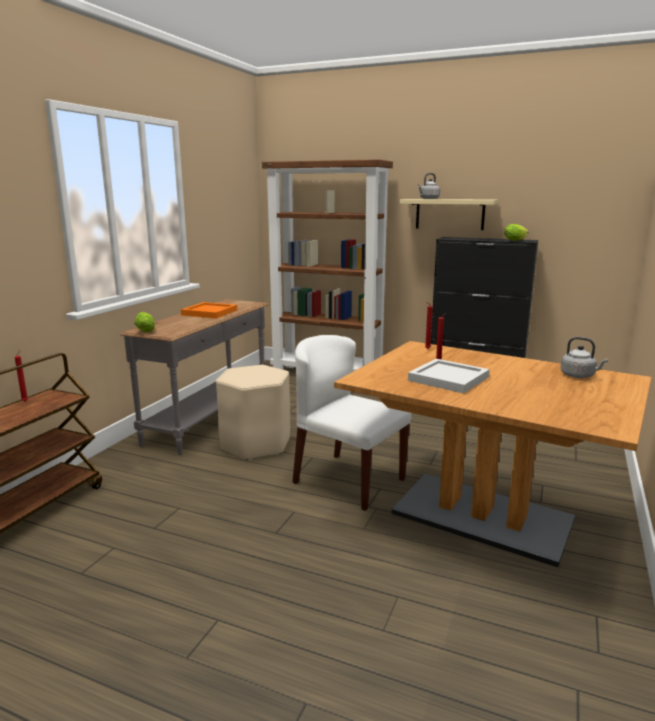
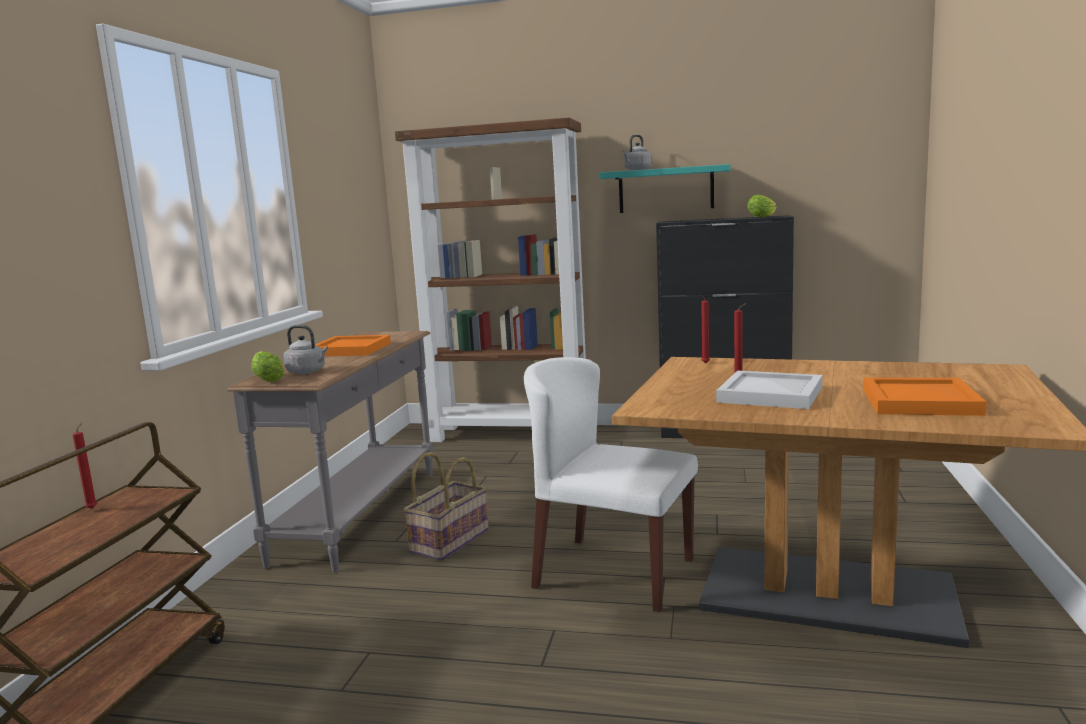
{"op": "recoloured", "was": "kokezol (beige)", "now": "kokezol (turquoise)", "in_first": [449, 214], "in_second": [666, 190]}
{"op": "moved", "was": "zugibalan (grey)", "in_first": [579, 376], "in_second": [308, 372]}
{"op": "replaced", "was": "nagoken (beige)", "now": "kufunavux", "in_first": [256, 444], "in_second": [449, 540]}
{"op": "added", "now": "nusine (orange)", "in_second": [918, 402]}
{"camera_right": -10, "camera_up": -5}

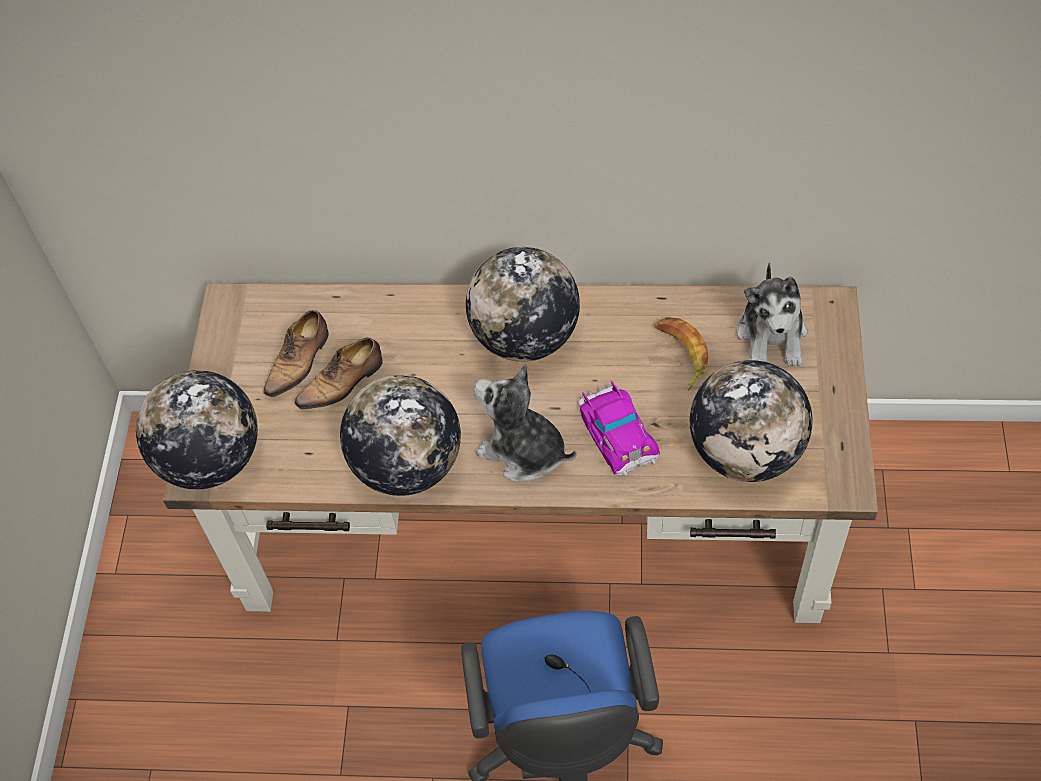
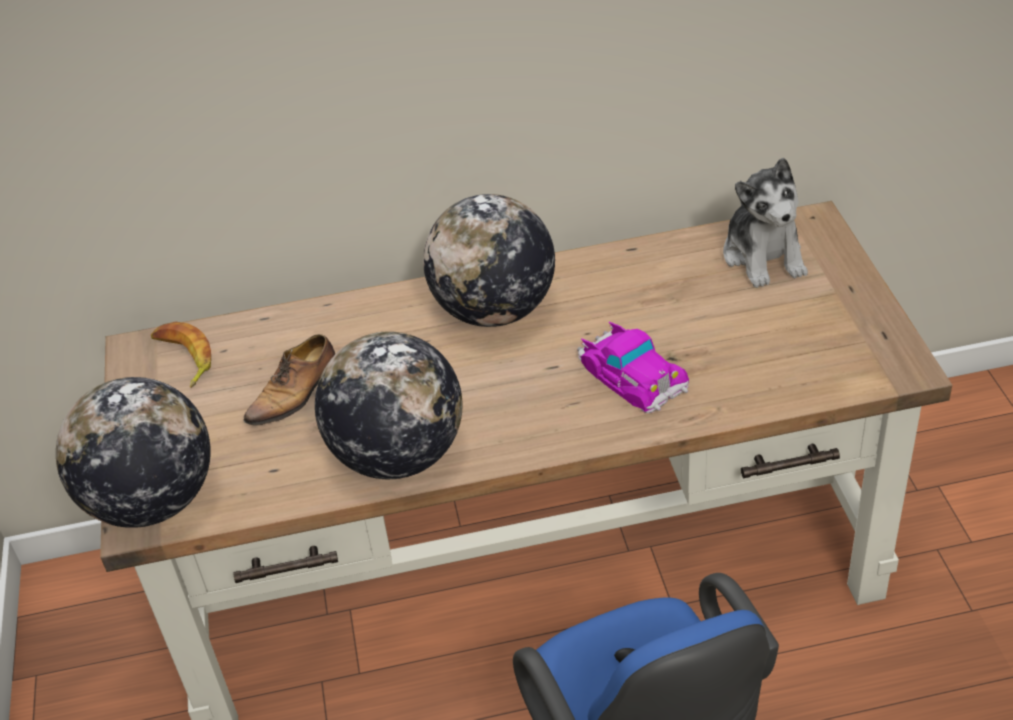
{"op": "removed", "was": "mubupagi", "in_first": [299, 361]}
{"op": "moved", "was": "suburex", "in_first": [680, 354], "in_second": [183, 358]}
{"op": "removed", "was": "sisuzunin", "in_first": [746, 451]}
{"op": "removed", "was": "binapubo", "in_first": [523, 451]}
{"camera_right": -15, "camera_up": -15}

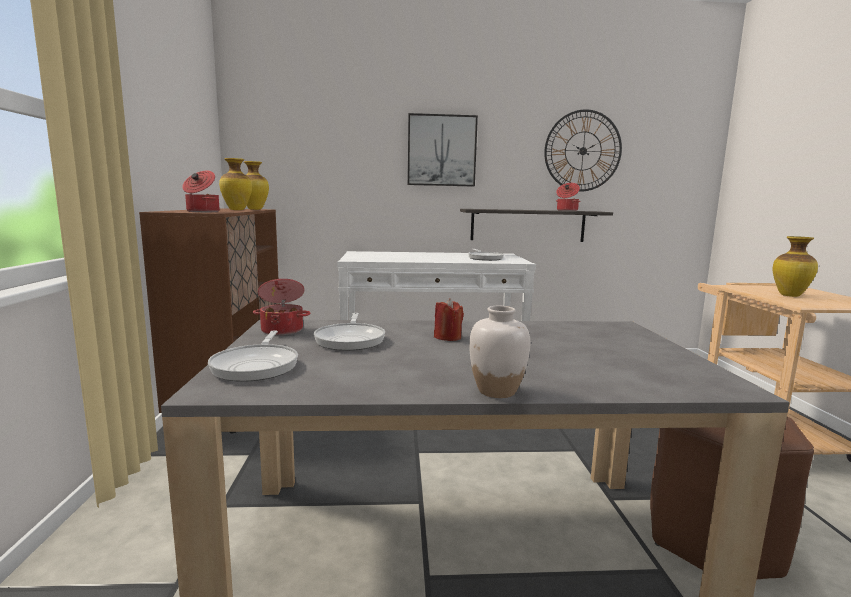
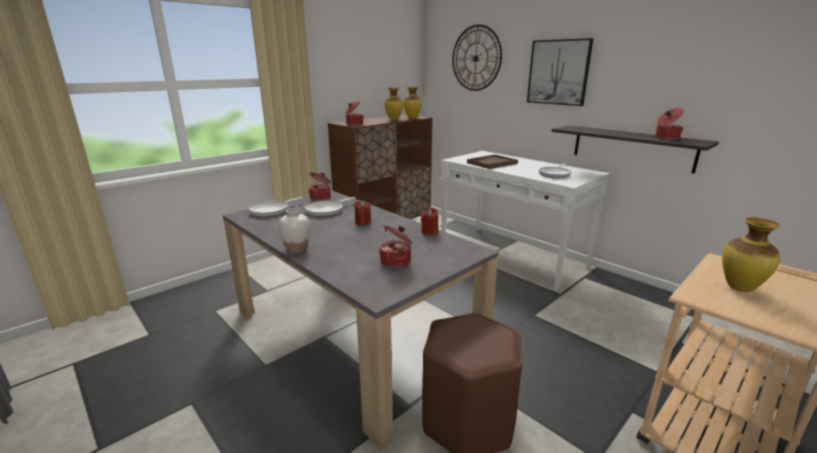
{"op": "moved", "was": "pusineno", "in_first": [583, 151], "in_second": [476, 58]}
{"op": "added", "now": "nusine (brown)", "in_second": [492, 163]}
{"op": "added", "now": "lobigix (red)", "in_second": [429, 232]}
{"op": "added", "now": "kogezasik", "in_second": [396, 262]}
{"camera_right": 50, "camera_up": 10}

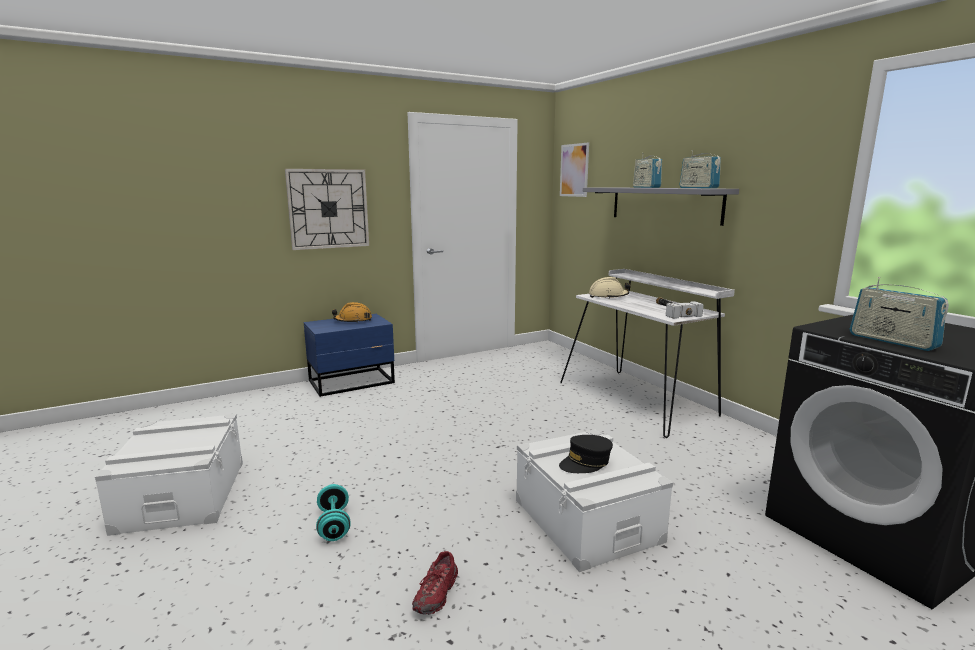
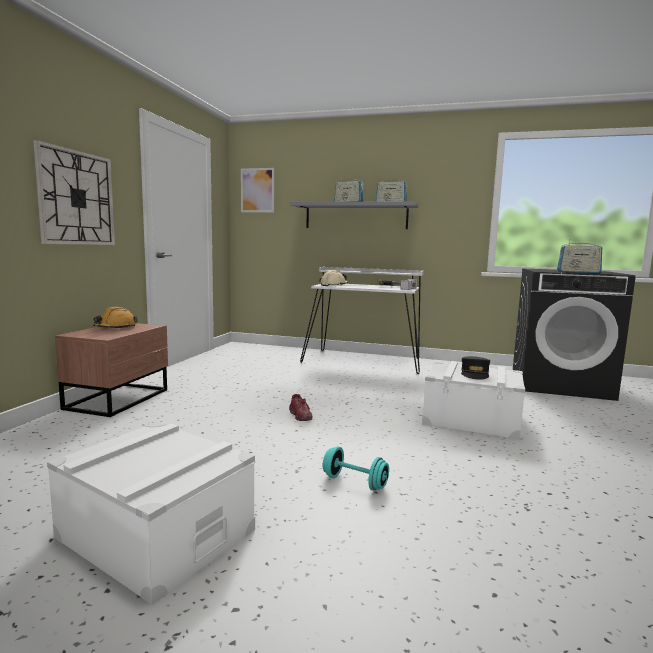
{"op": "recoloured", "was": "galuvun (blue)", "now": "galuvun (brown)", "in_first": [353, 382], "in_second": [120, 399]}
{"op": "moved", "was": "mubupagi (red)", "in_first": [436, 594], "in_second": [300, 417]}
{"camera_right": -45, "camera_up": -5}

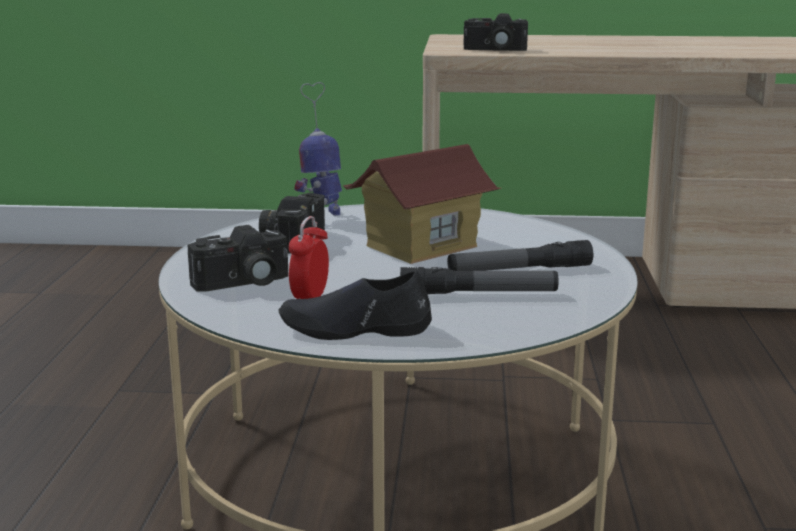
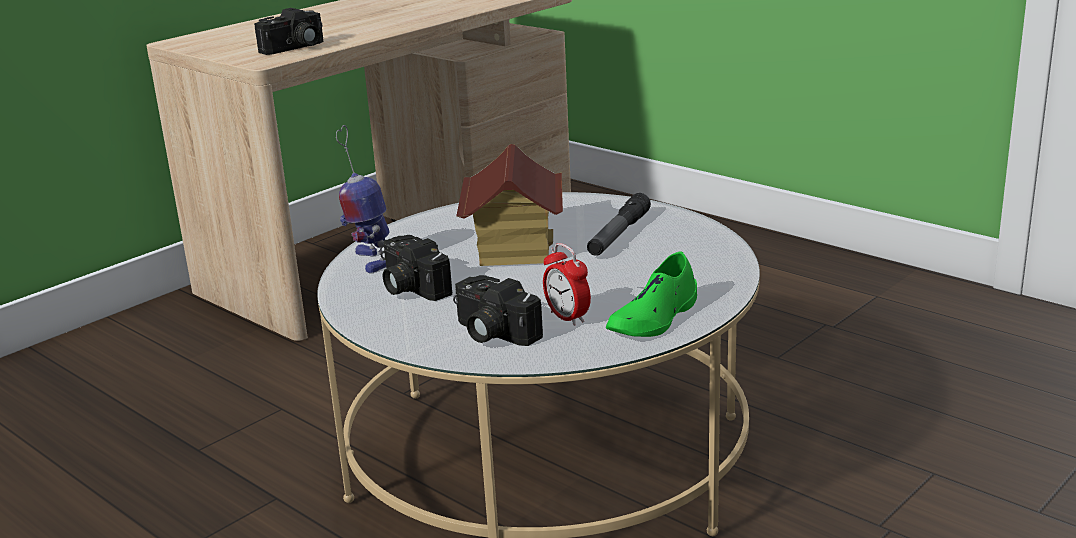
{"op": "turned", "was": "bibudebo", "in_first": [243, 284], "in_second": [491, 333], "clockwise": 120}
{"op": "removed", "was": "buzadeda", "in_first": [478, 294]}
{"op": "recoloured", "was": "mubupagi (black)", "now": "mubupagi (green)", "in_first": [355, 329], "in_second": [654, 318]}
{"camera_right": -50, "camera_up": 5}

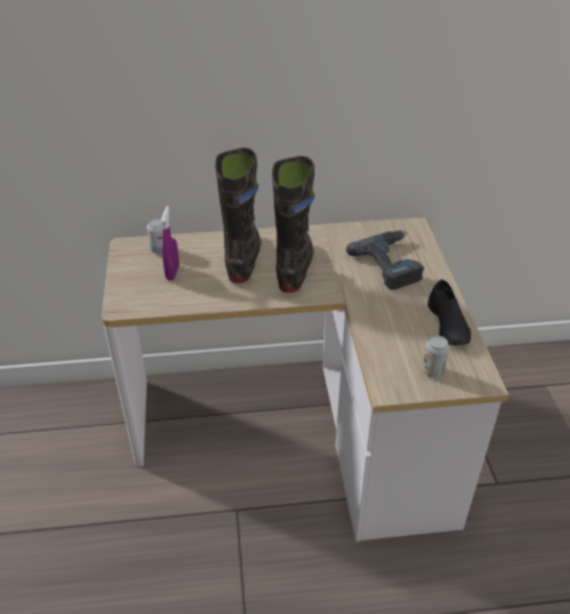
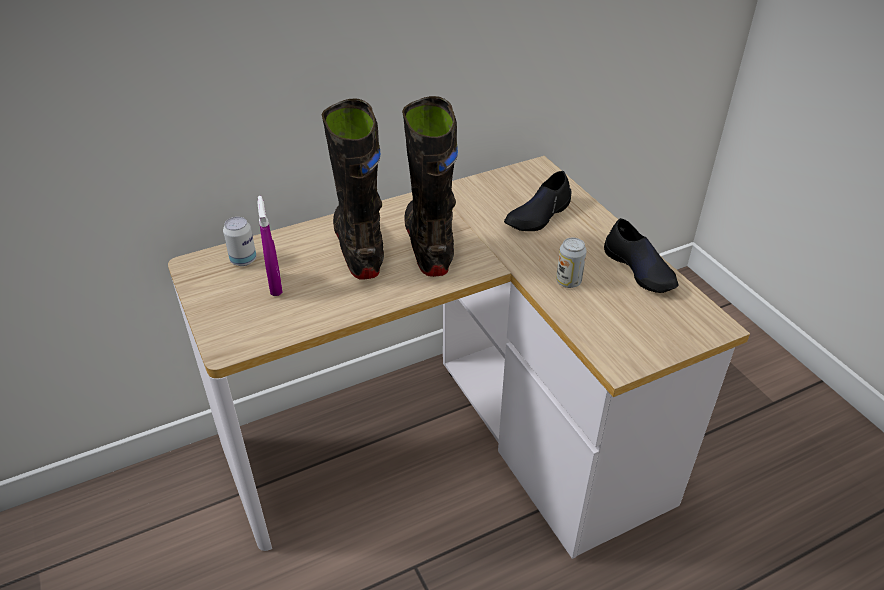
{"op": "replaced", "was": "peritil", "now": "mubupagi (black)", "in_first": [391, 263], "in_second": [538, 215]}
{"op": "moved", "was": "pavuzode", "in_first": [432, 371], "in_second": [568, 281]}
{"camera_right": -20, "camera_up": 0}

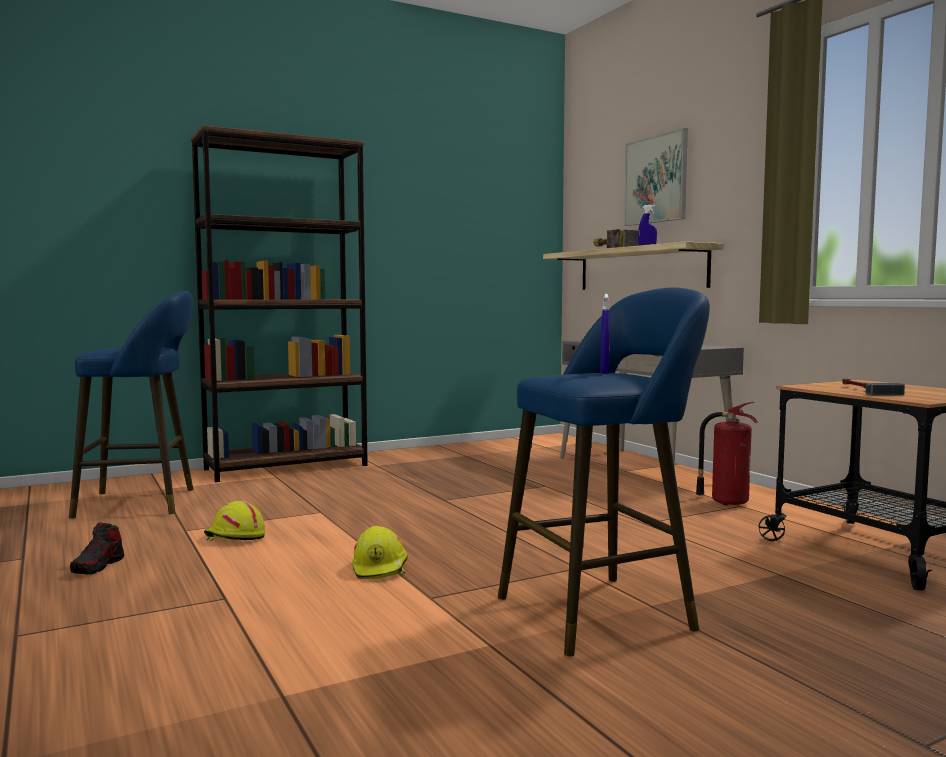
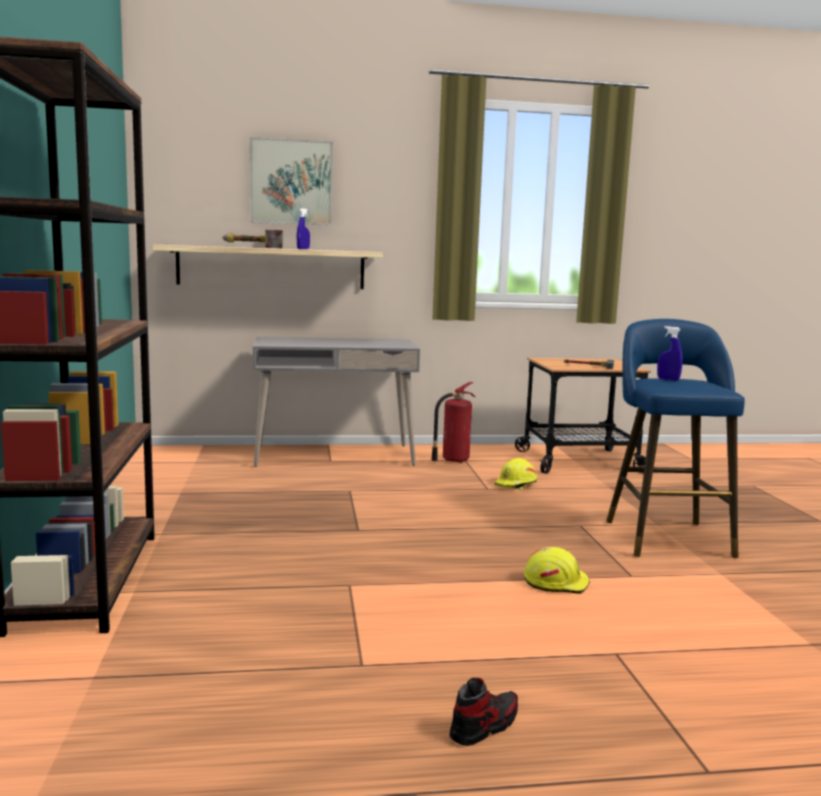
{"op": "removed", "was": "nagoken (blue)", "in_first": [144, 503]}
{"op": "moved", "was": "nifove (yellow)", "in_first": [234, 537], "in_second": [516, 484]}
{"op": "turned", "was": "mubupagi", "in_first": [98, 566], "in_second": [484, 726], "clockwise": -75}
{"camera_right": -70, "camera_up": 5}

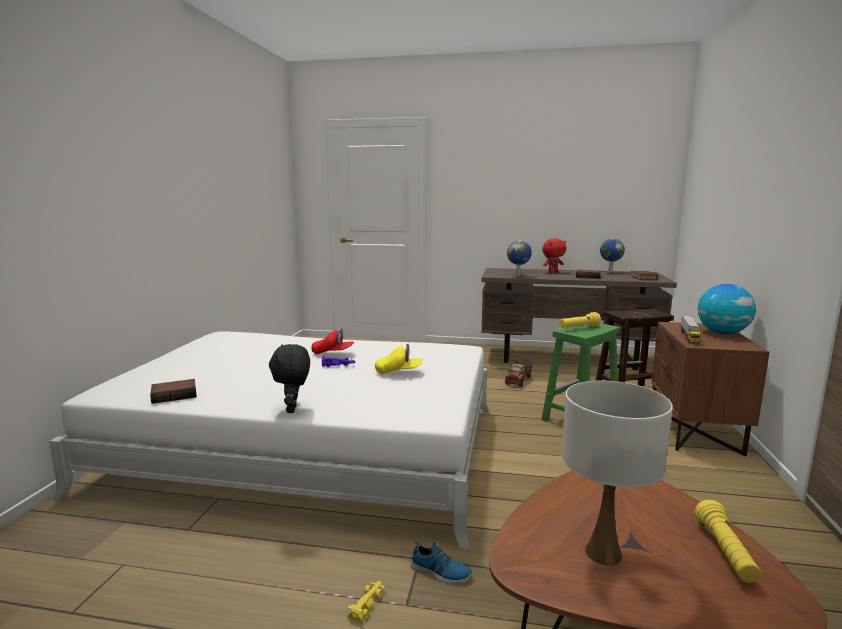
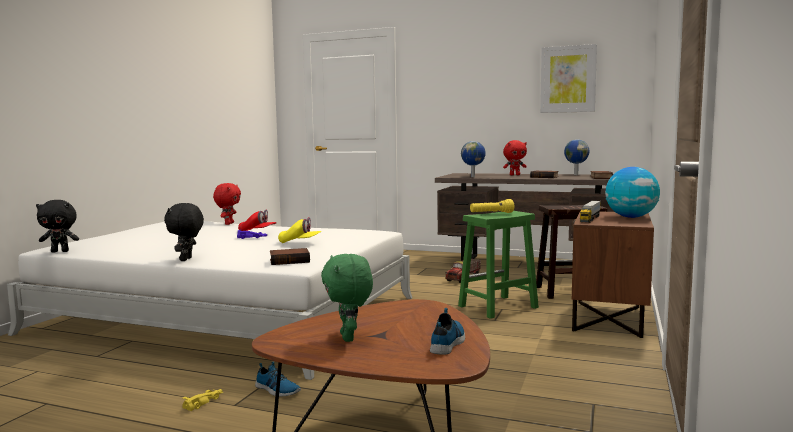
{"op": "moved", "was": "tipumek", "in_first": [175, 395], "in_second": [290, 260]}
{"op": "replaced", "was": "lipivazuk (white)", "now": "binapubo (green)", "in_first": [604, 553], "in_second": [349, 338]}
{"op": "replaced", "was": "buzadeda (yellow)", "now": "mubupagi", "in_first": [725, 553], "in_second": [448, 342]}
{"op": "added", "now": "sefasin", "in_second": [568, 79]}
{"op": "added", "now": "binapubo (red)", "in_second": [228, 224]}
{"op": "added", "now": "binapubo (black)", "in_second": [60, 251]}
{"camera_right": 10, "camera_up": -5}

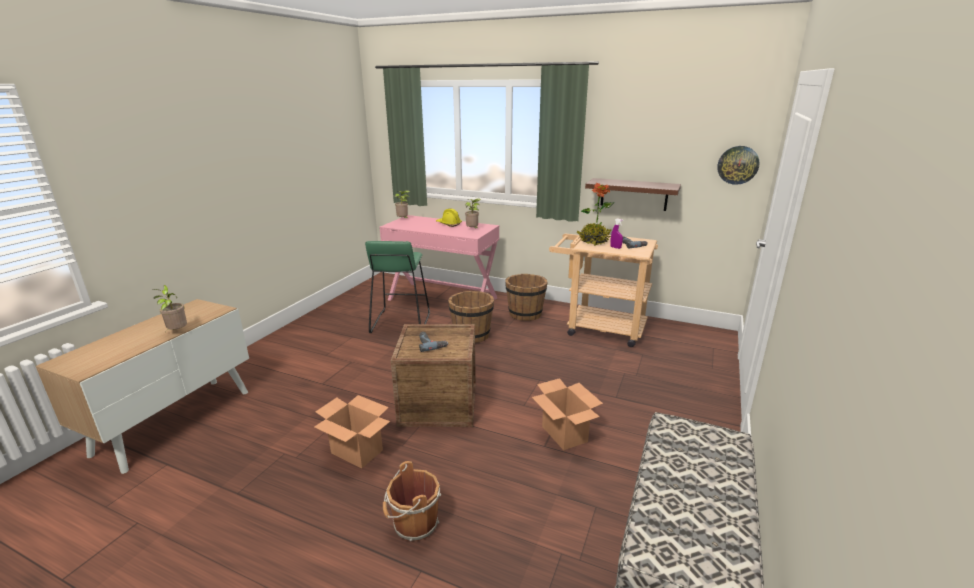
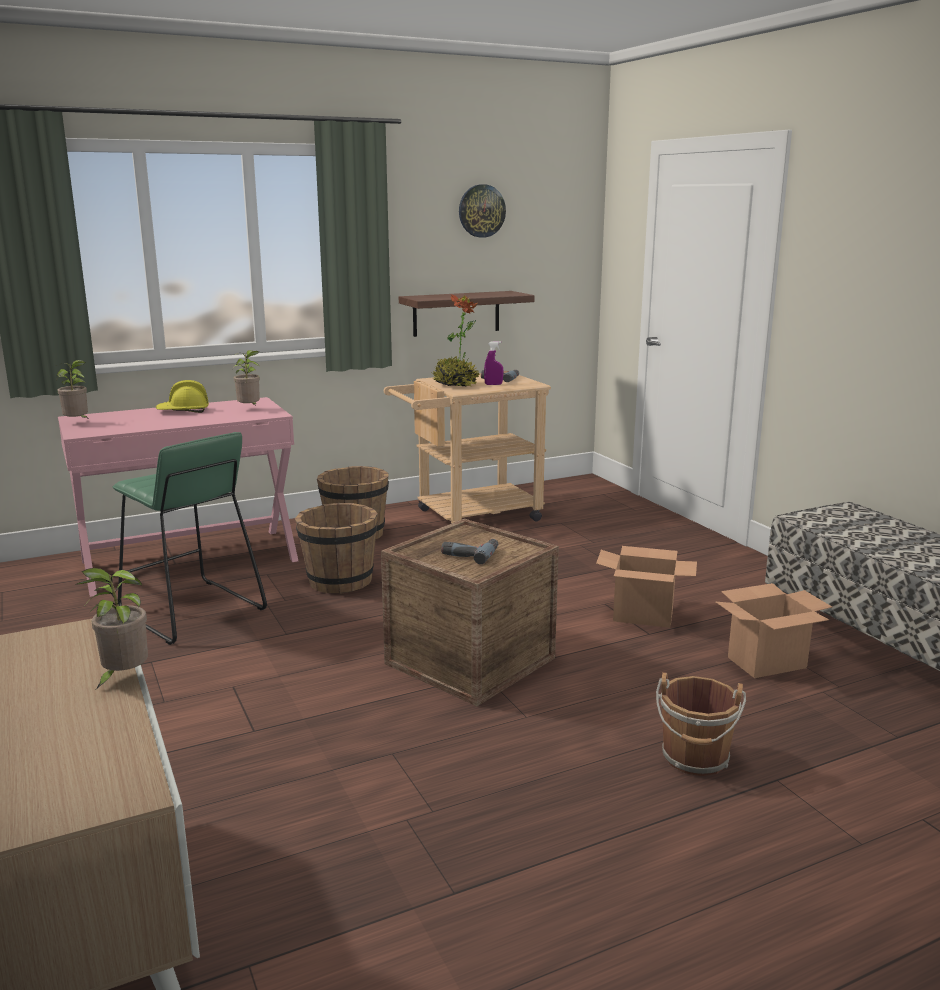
{"op": "moved", "was": "pusineno", "in_first": [738, 165], "in_second": [481, 211]}
{"op": "moved", "was": "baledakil", "in_first": [357, 452], "in_second": [767, 662]}
{"camera_right": -50, "camera_up": -5}

